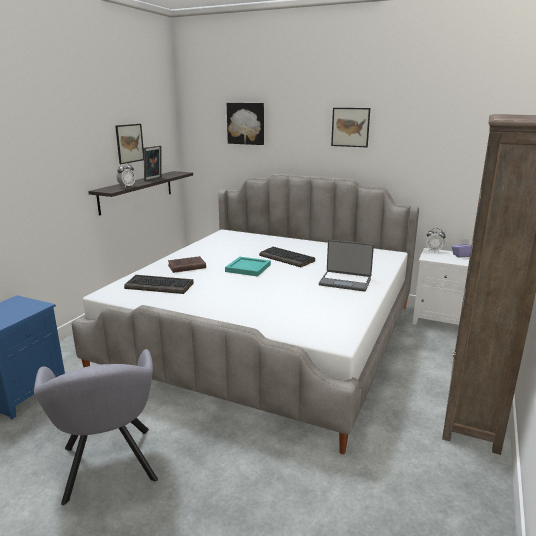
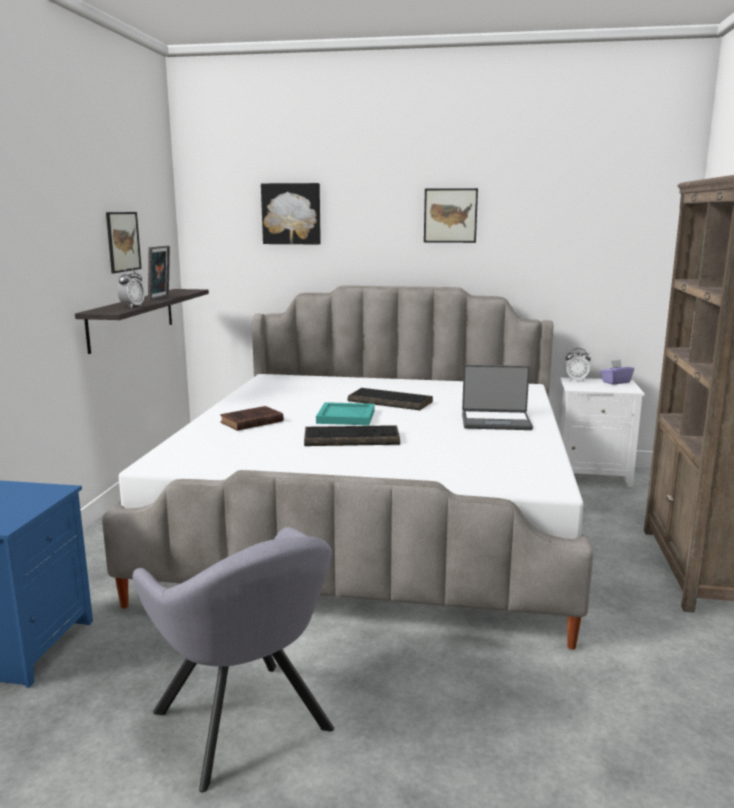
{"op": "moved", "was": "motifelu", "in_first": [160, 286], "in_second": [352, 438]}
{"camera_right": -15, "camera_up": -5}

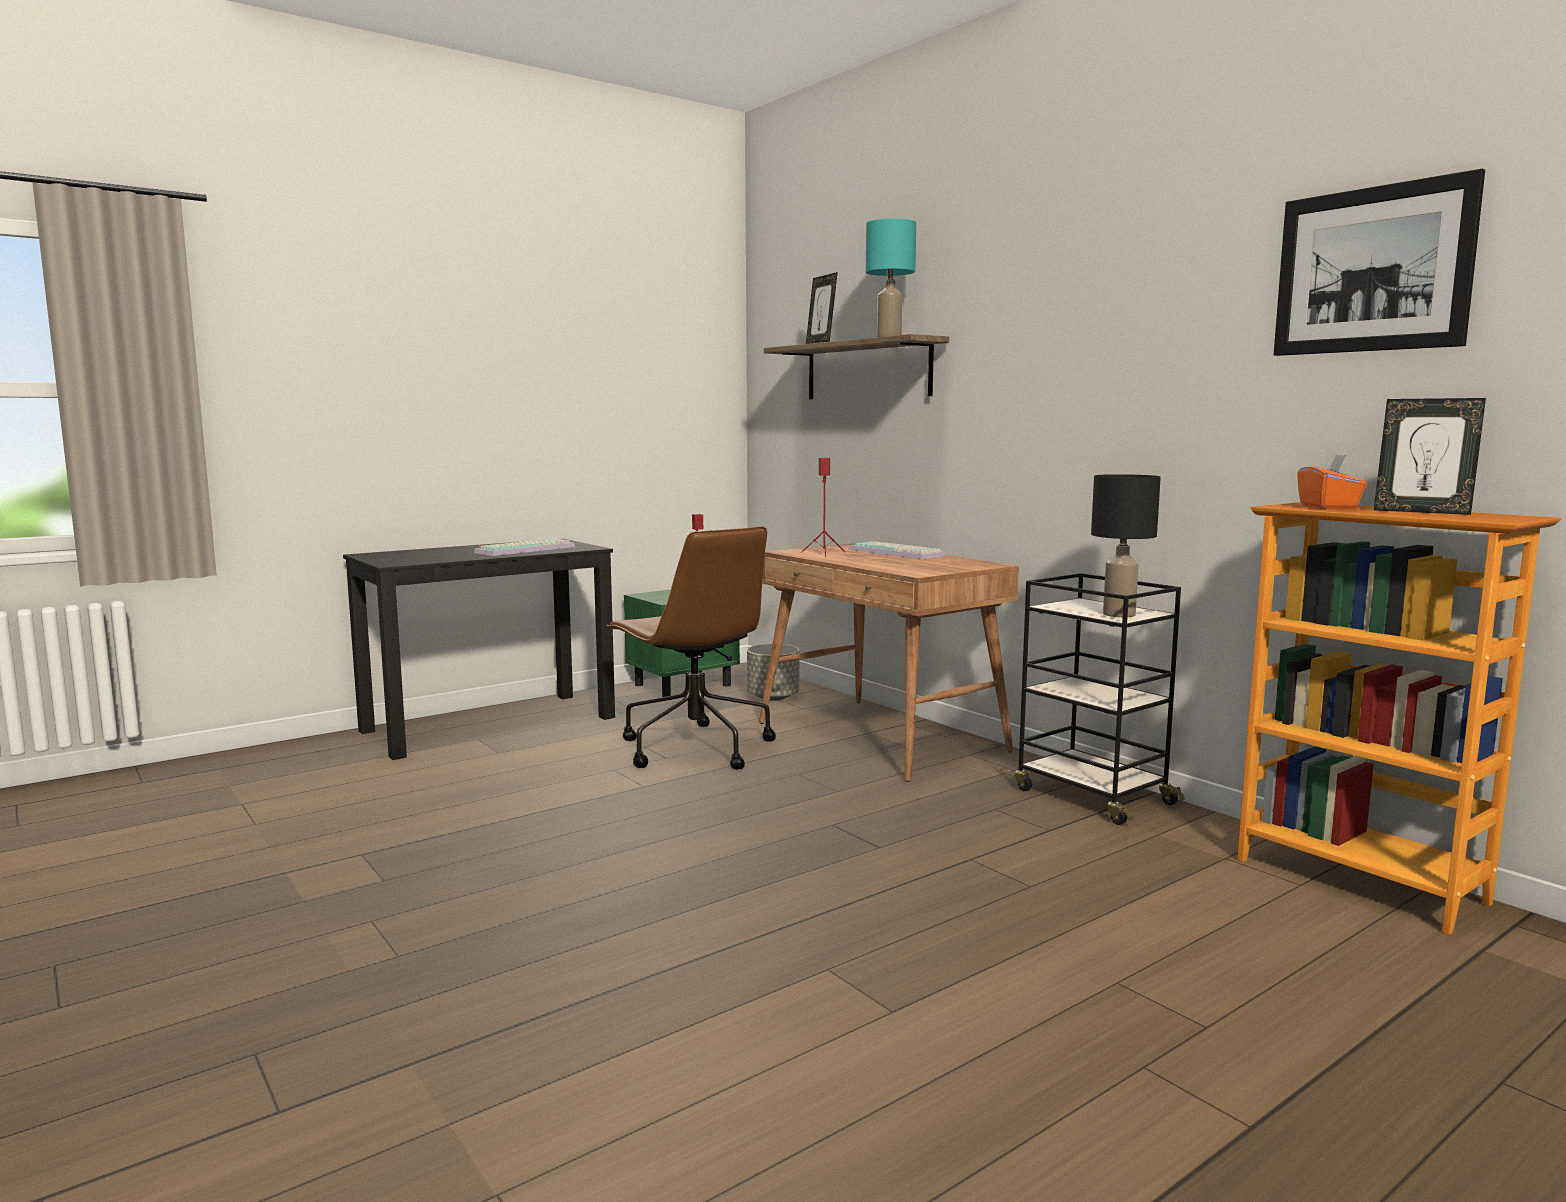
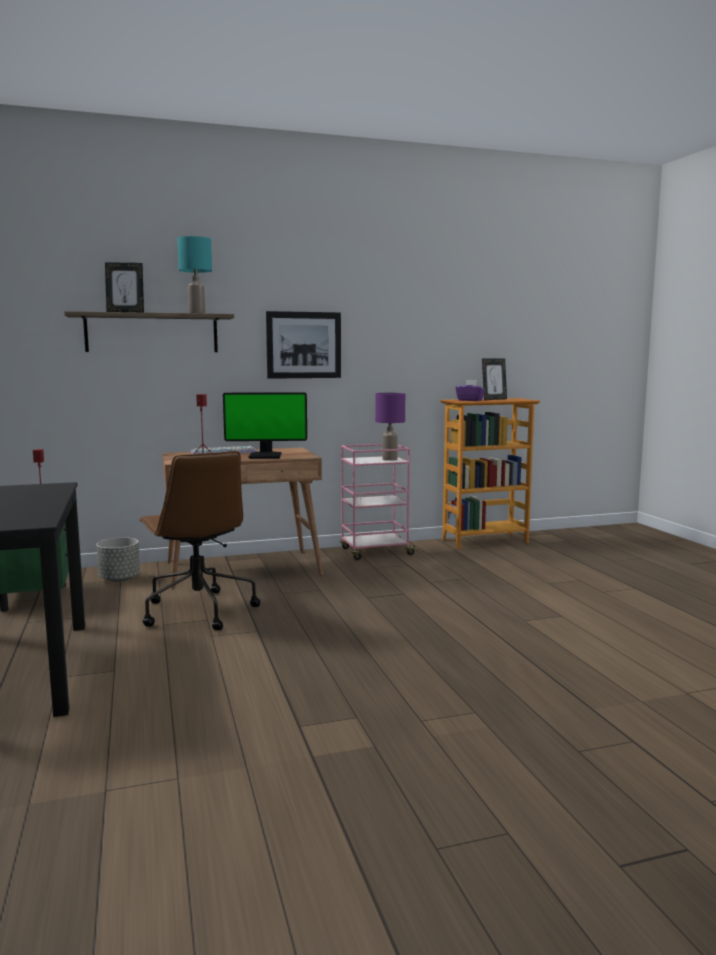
{"op": "moved", "was": "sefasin", "in_first": [1372, 270], "in_second": [304, 345]}
{"op": "recoloured", "was": "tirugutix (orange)", "now": "tirugutix (purple)", "in_first": [1329, 507], "in_second": [470, 400]}
{"op": "recoloured", "was": "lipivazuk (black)", "now": "lipivazuk (purple)", "in_first": [1118, 614], "in_second": [389, 459]}
{"op": "turned", "was": "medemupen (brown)", "in_first": [694, 748], "in_second": [197, 610], "clockwise": 75}
{"op": "removed", "was": "motifelu", "in_first": [525, 549]}
{"op": "recoloured", "was": "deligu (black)", "now": "deligu (pink)", "in_first": [1091, 796], "in_second": [375, 552]}
{"op": "added", "now": "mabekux", "in_second": [266, 456]}
{"camera_right": -70, "camera_up": 0}

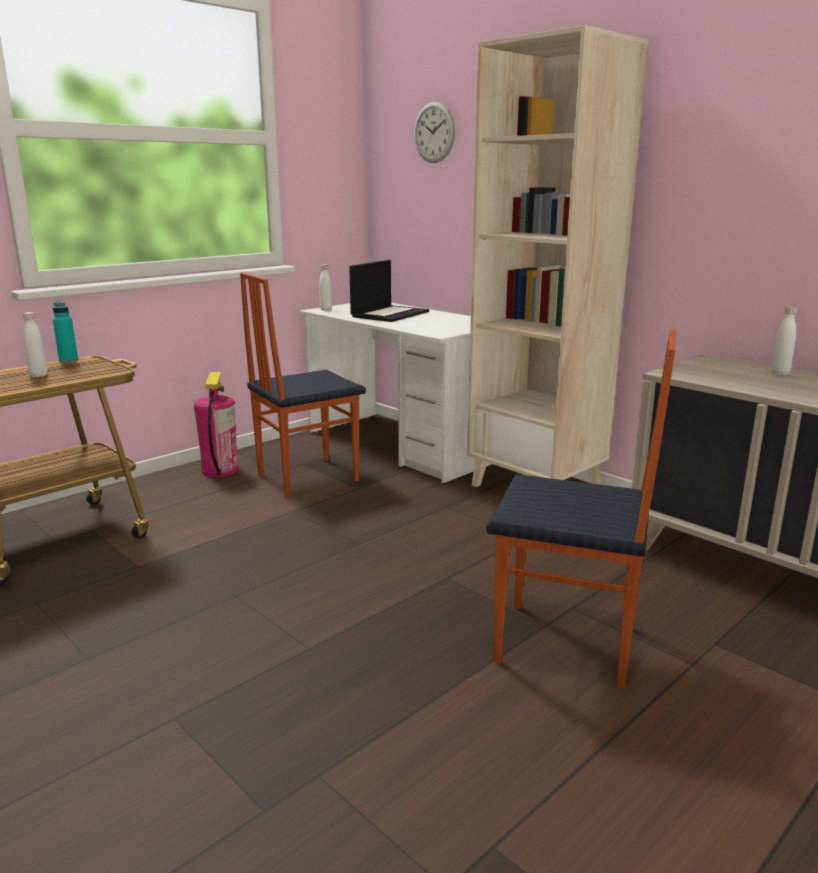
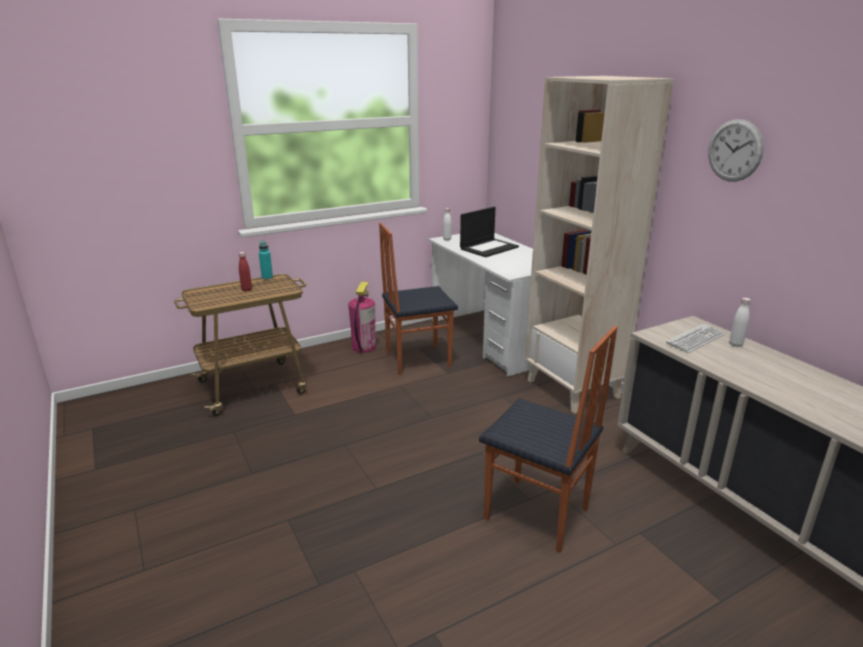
{"op": "moved", "was": "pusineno", "in_first": [434, 132], "in_second": [735, 150]}
{"op": "recoloured", "was": "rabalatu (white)", "now": "rabalatu (red)", "in_first": [38, 375], "in_second": [246, 289]}
{"op": "added", "now": "motifelu", "in_second": [695, 339]}
{"camera_right": 15, "camera_up": 5}

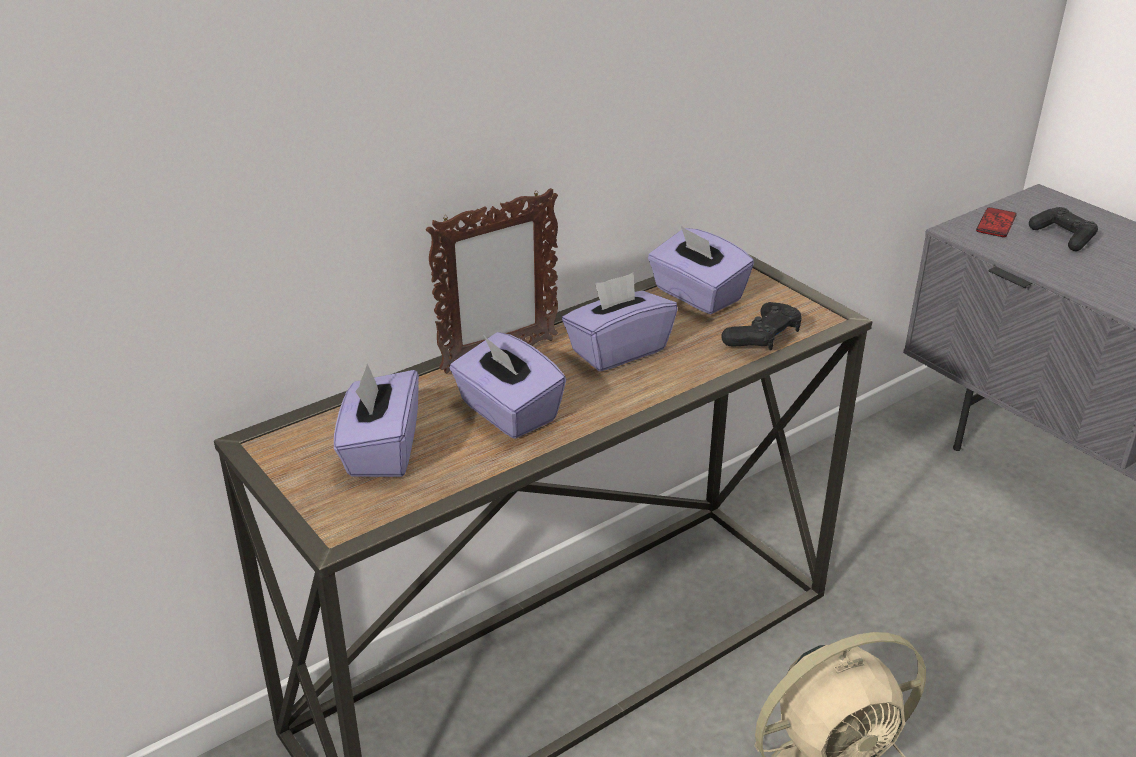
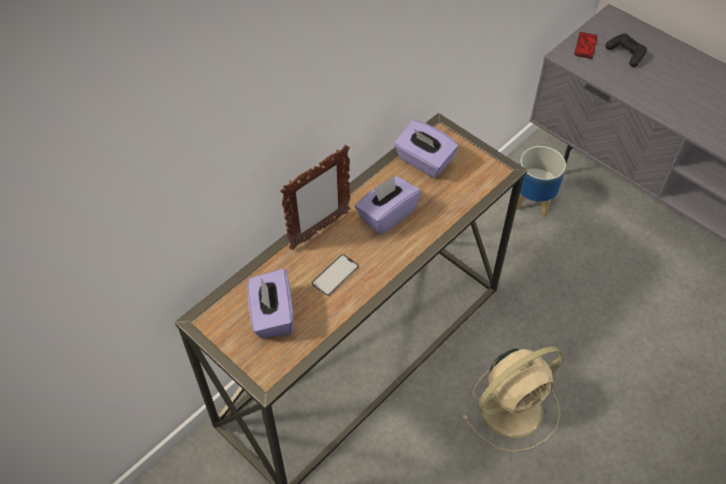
{"op": "removed", "was": "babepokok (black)", "in_first": [763, 337]}
{"op": "replaced", "was": "tirugutix (purple)", "now": "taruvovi", "in_first": [507, 412], "in_second": [335, 275]}
{"op": "added", "now": "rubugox", "in_second": [533, 201]}
{"camera_right": -10, "camera_up": 20}

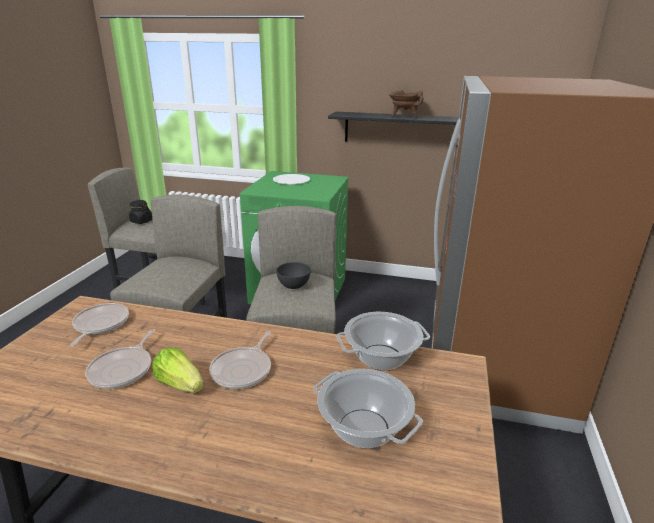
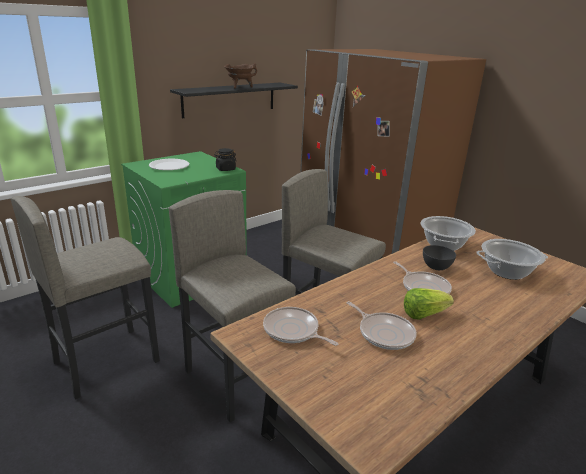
{"op": "moved", "was": "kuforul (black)", "in_first": [141, 221], "in_second": [225, 169]}
{"op": "moved", "was": "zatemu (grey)", "in_first": [293, 286], "in_second": [436, 267]}
{"camera_right": -55, "camera_up": 0}

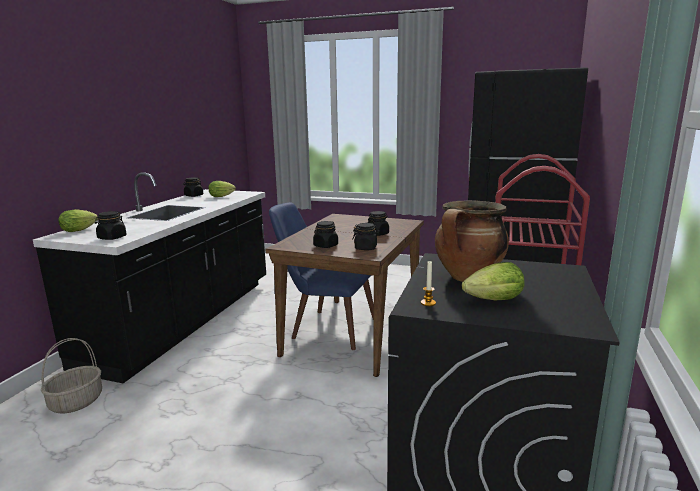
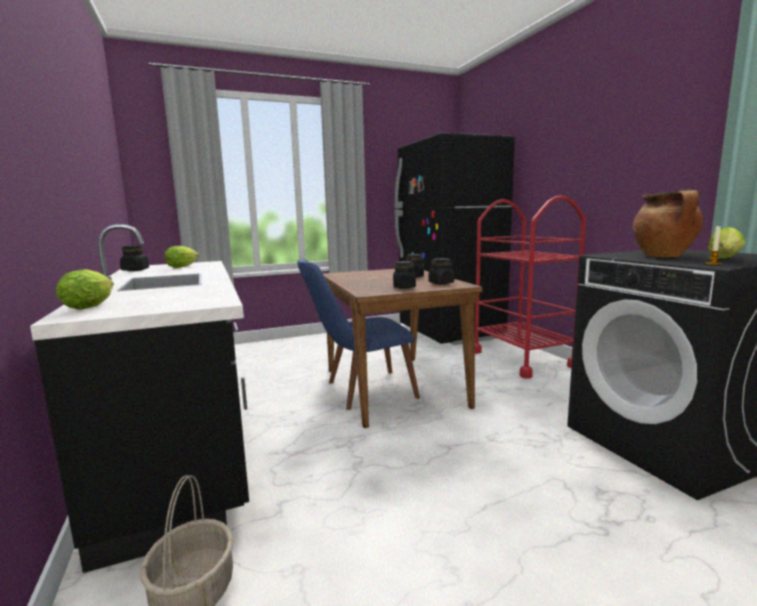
{"op": "removed", "was": "kuforul (black)", "in_first": [112, 238]}
{"camera_right": -40, "camera_up": -5}

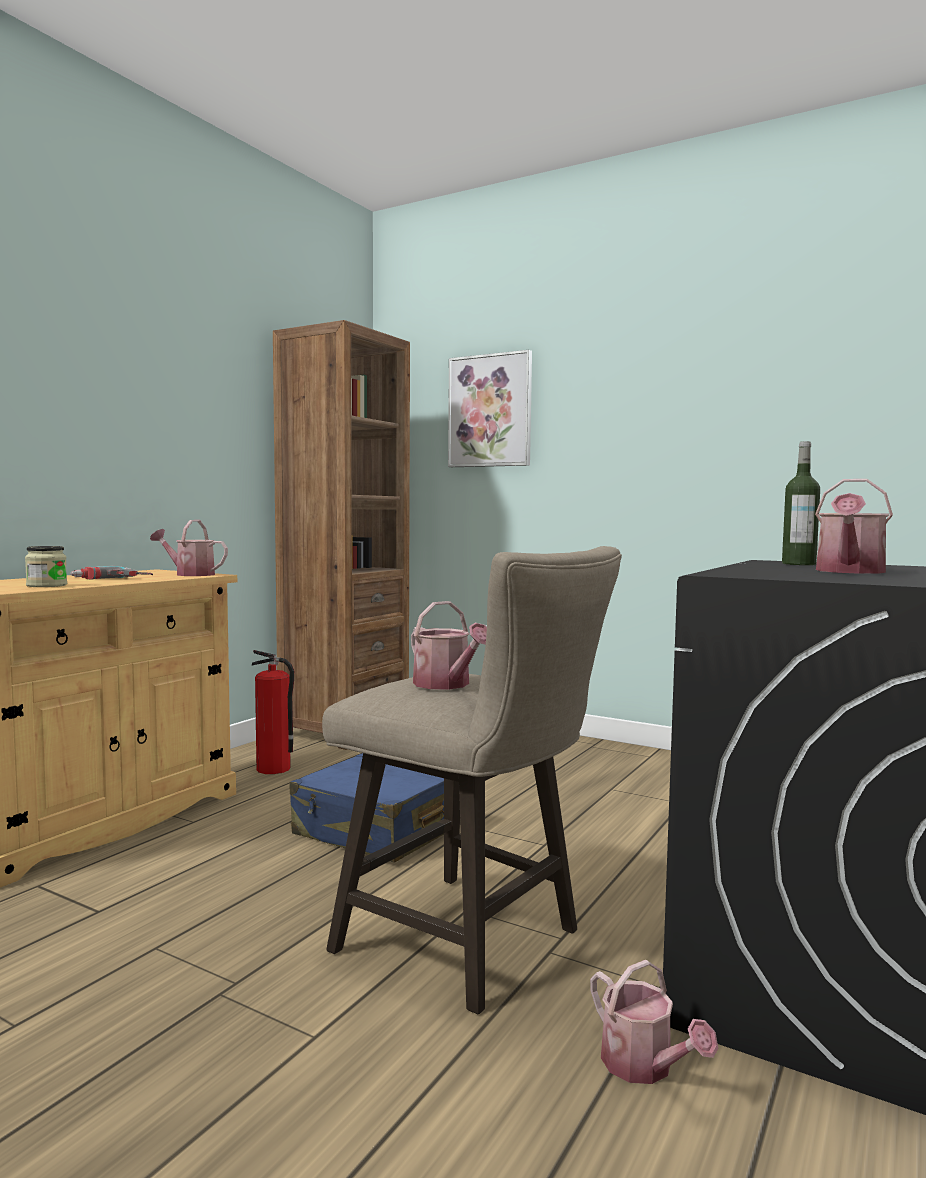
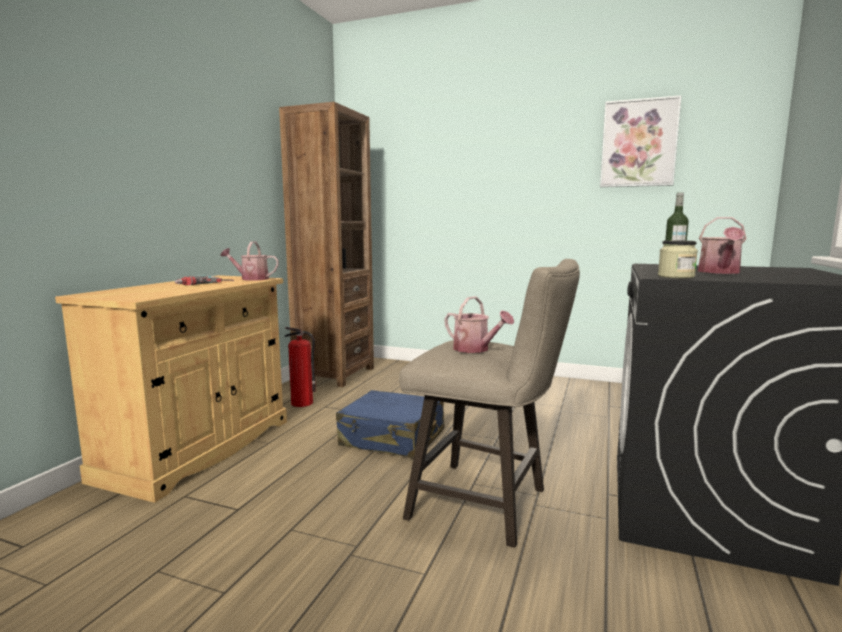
{"op": "moved", "was": "sefasin", "in_first": [490, 411], "in_second": [638, 143]}
{"op": "moved", "was": "kuforul", "in_first": [47, 585], "in_second": [676, 276]}
{"op": "removed", "was": "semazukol", "in_first": [644, 1066]}
{"camera_right": -10, "camera_up": 5}

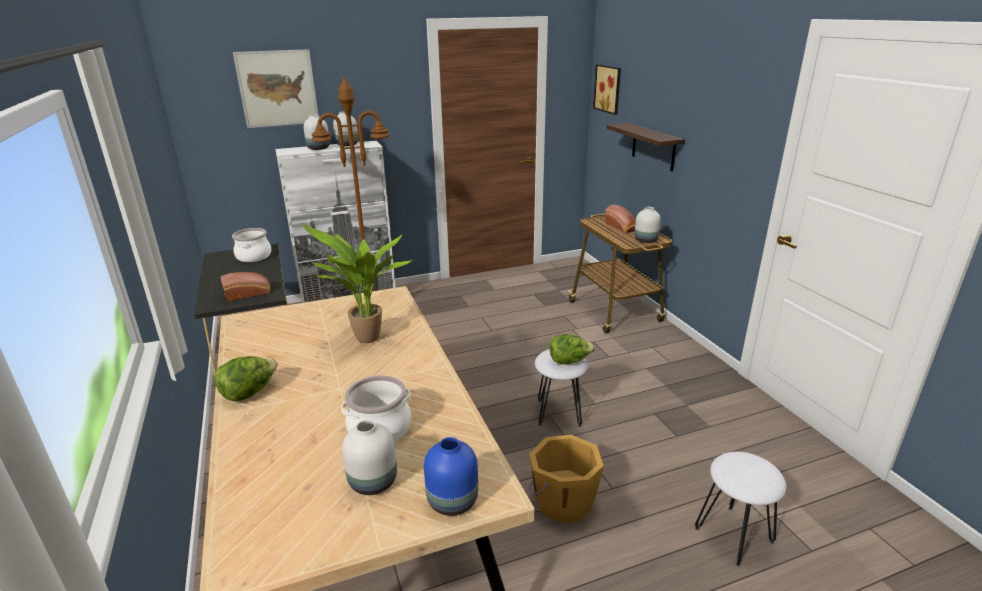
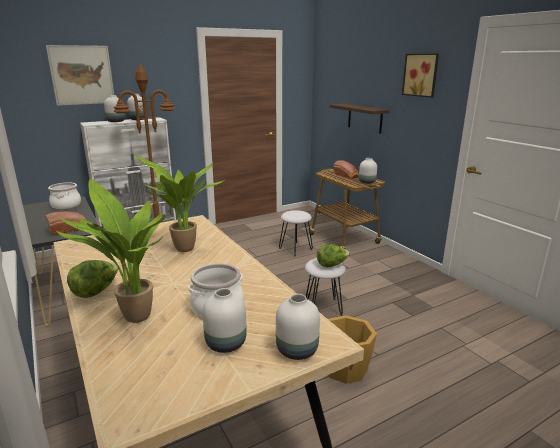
{"op": "moved", "was": "sefasin", "in_first": [609, 89], "in_second": [421, 75]}
{"op": "recoloured", "was": "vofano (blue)", "now": "vofano (white)", "in_first": [454, 501], "in_second": [298, 350]}
{"op": "moved", "was": "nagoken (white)", "in_first": [734, 535], "in_second": [296, 249]}
{"op": "added", "now": "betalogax", "in_second": [133, 318]}
{"camera_right": -10, "camera_up": -5}

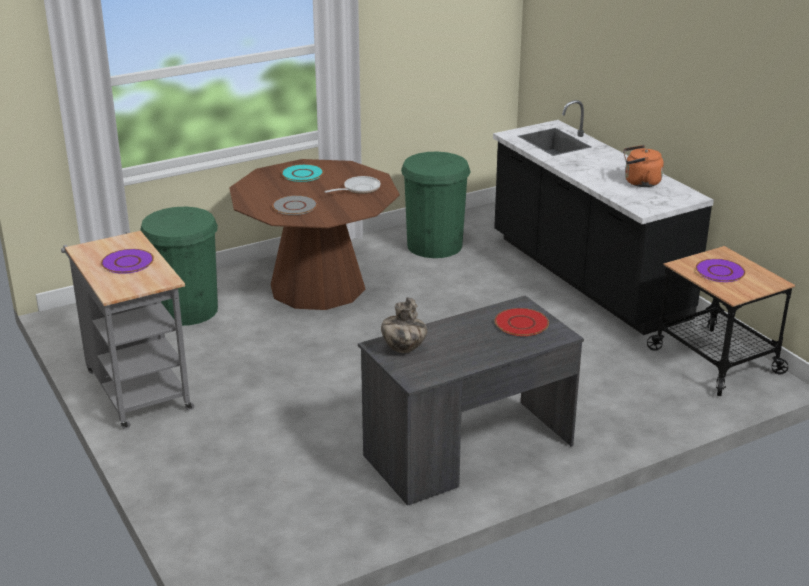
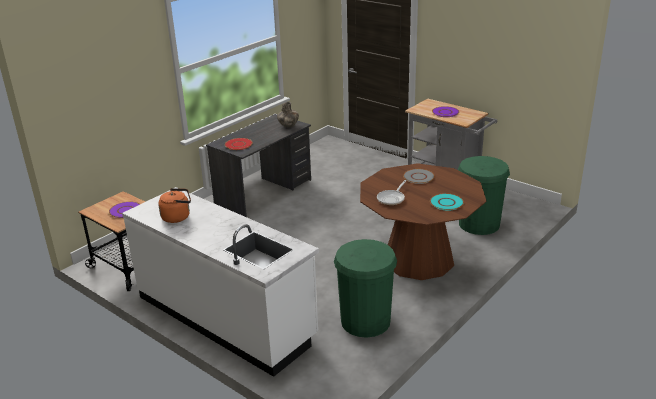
{"op": "recoloured", "was": "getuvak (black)", "now": "getuvak (white)", "in_first": [586, 278], "in_second": [226, 317]}
{"camera_right": 160, "camera_up": 0}

